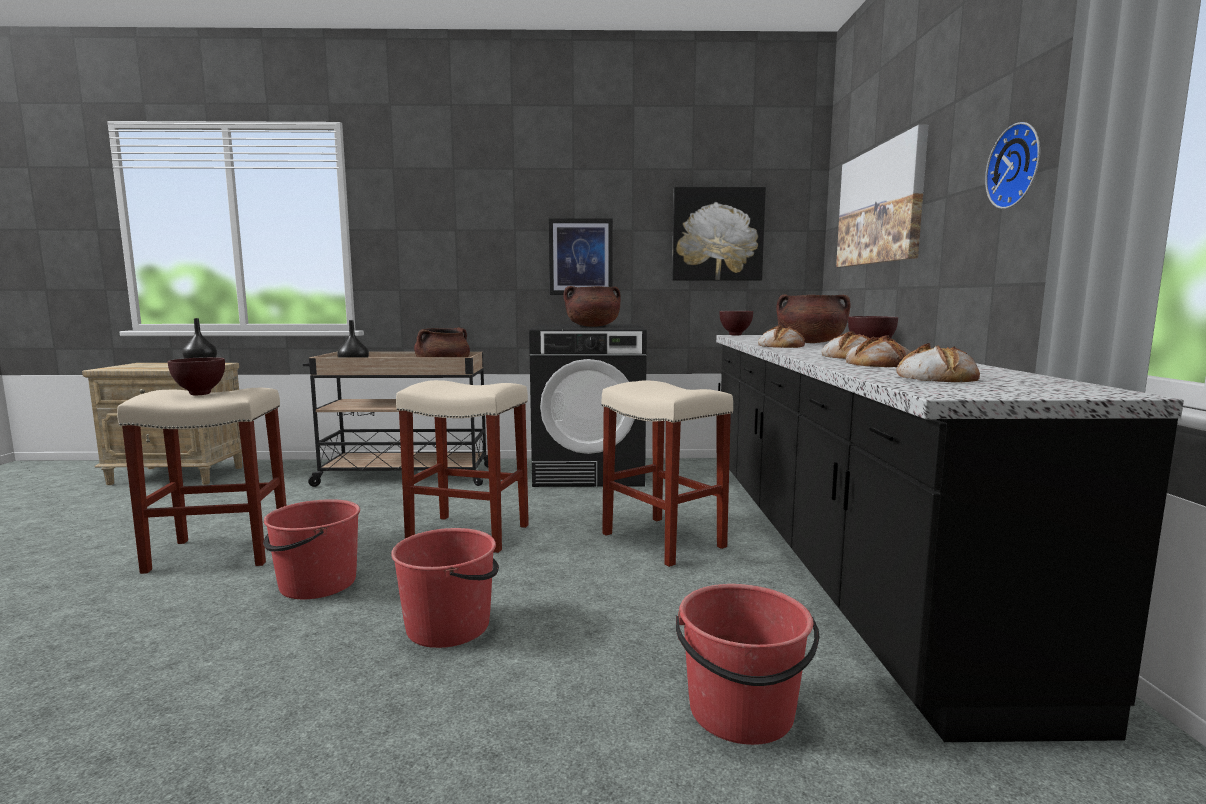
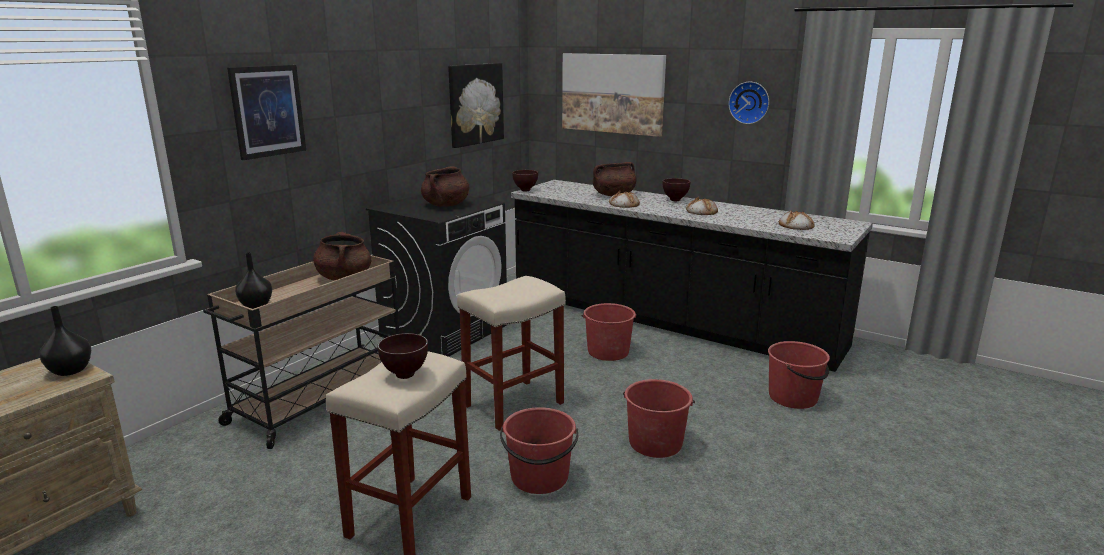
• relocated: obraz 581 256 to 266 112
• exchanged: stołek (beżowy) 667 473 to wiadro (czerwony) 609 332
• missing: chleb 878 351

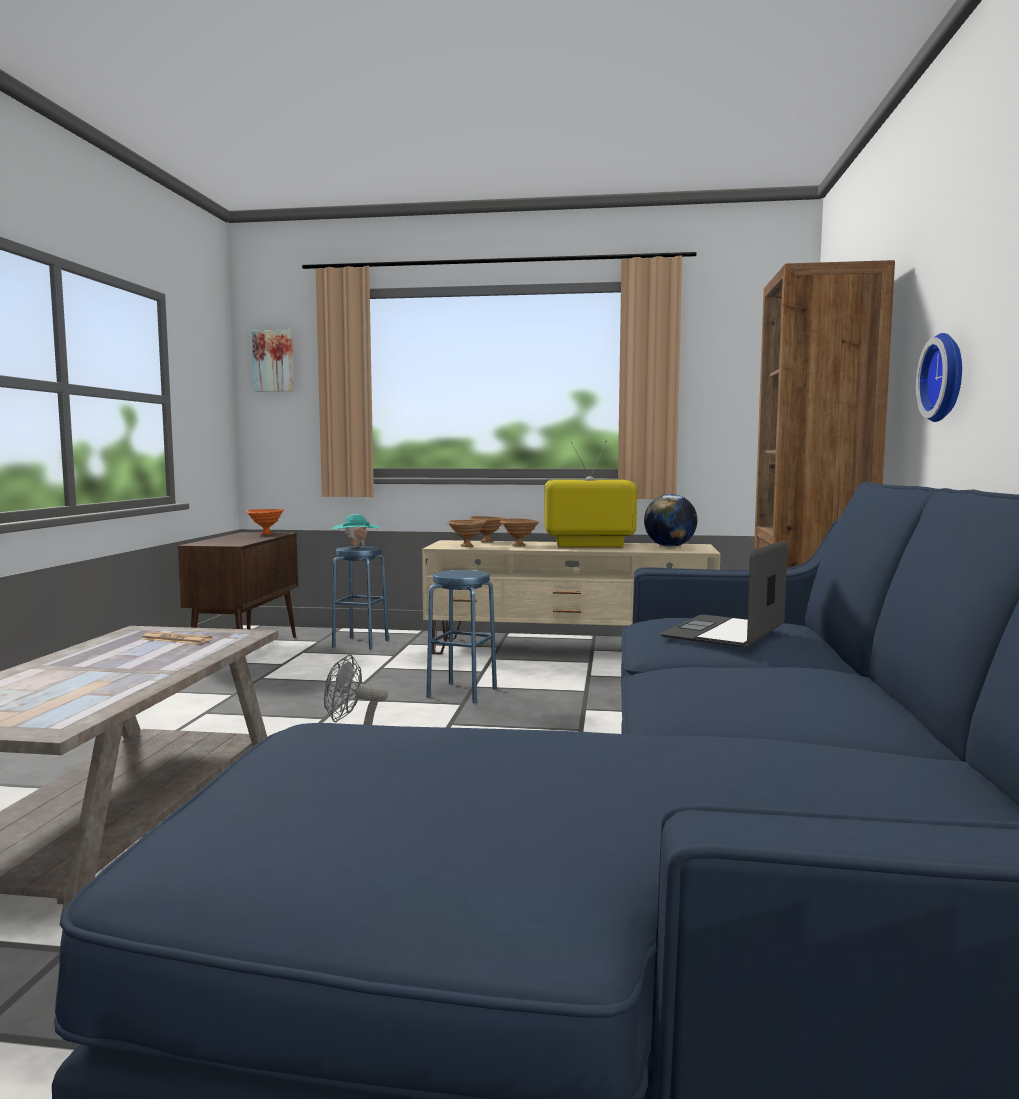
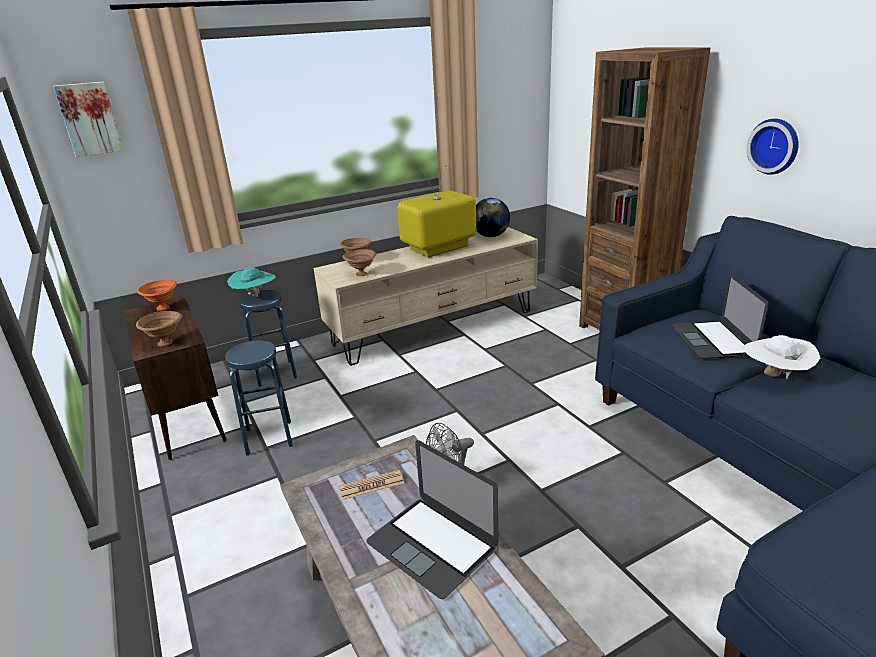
• relocated: stołek (niebieski) 461 637 to 259 398
• relocated: miska (brązowy) 520 532 to 159 329
• appeared: laptop 432 519
• appeared: kapelusz (biały) 781 357

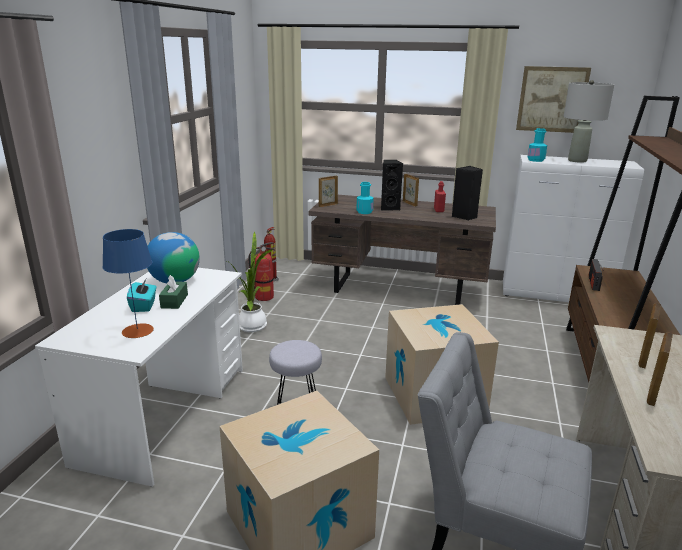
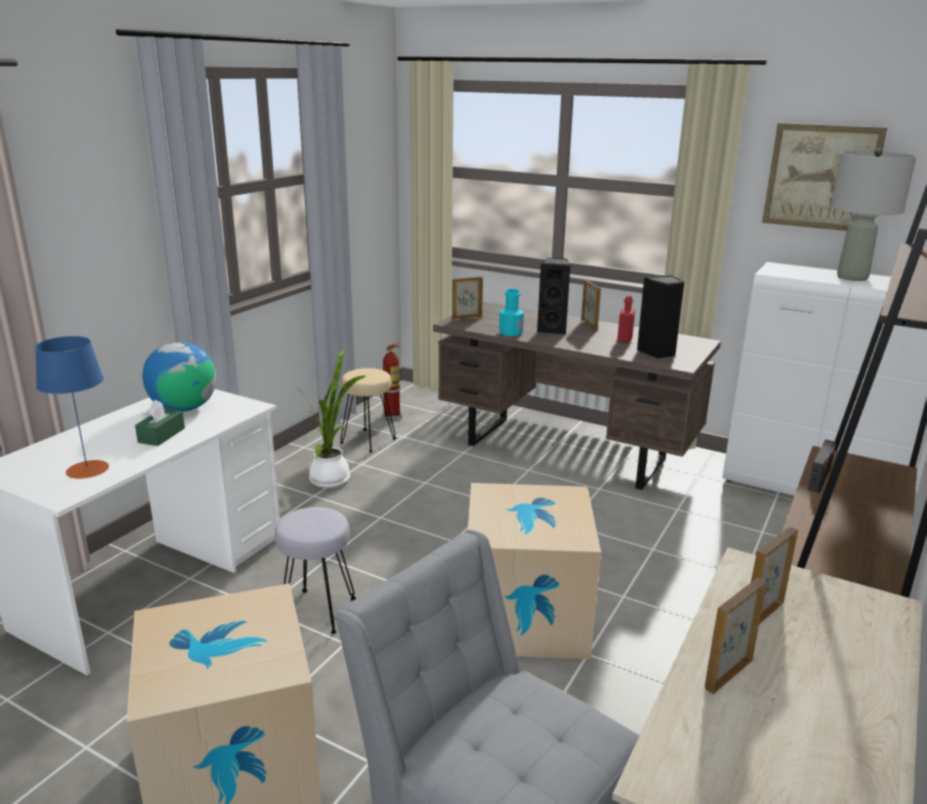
• missing: pudełko chusteczek (turkusowy) 141 295
• exchanged: gaśnica 262 271 to stołek (beżowy) 368 410
• missing: butelka (turkusowy) 537 145

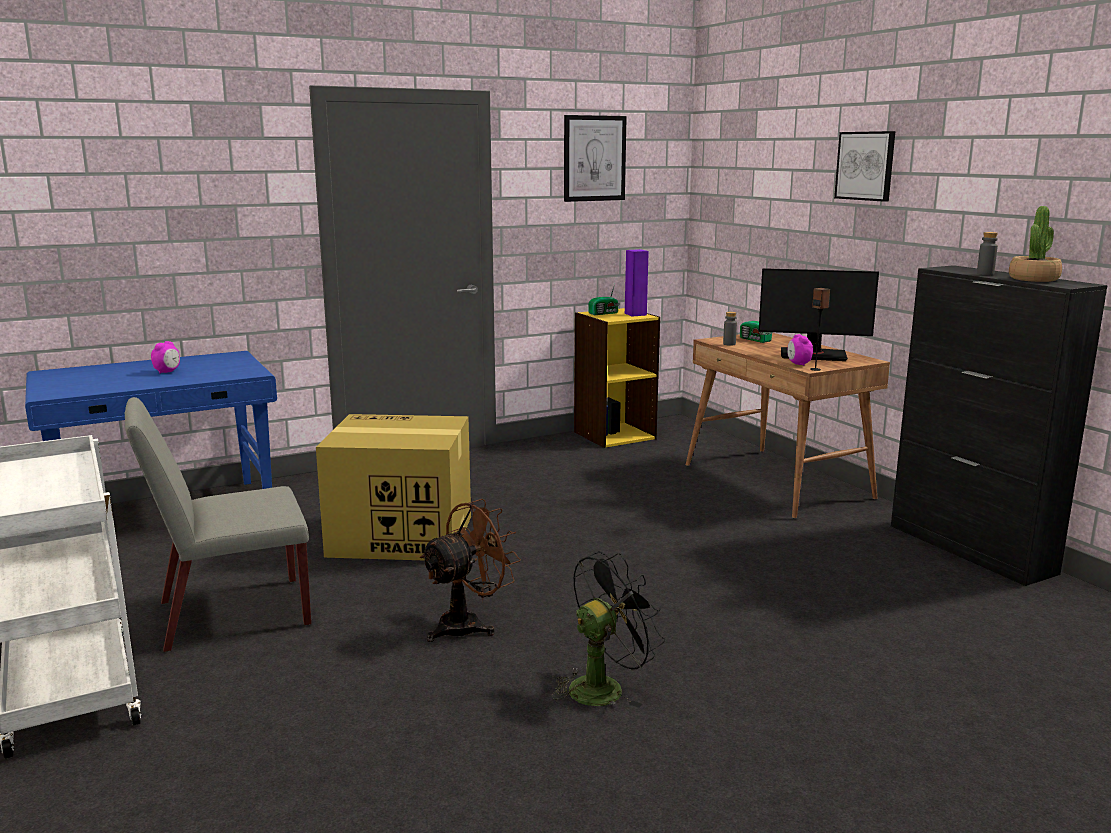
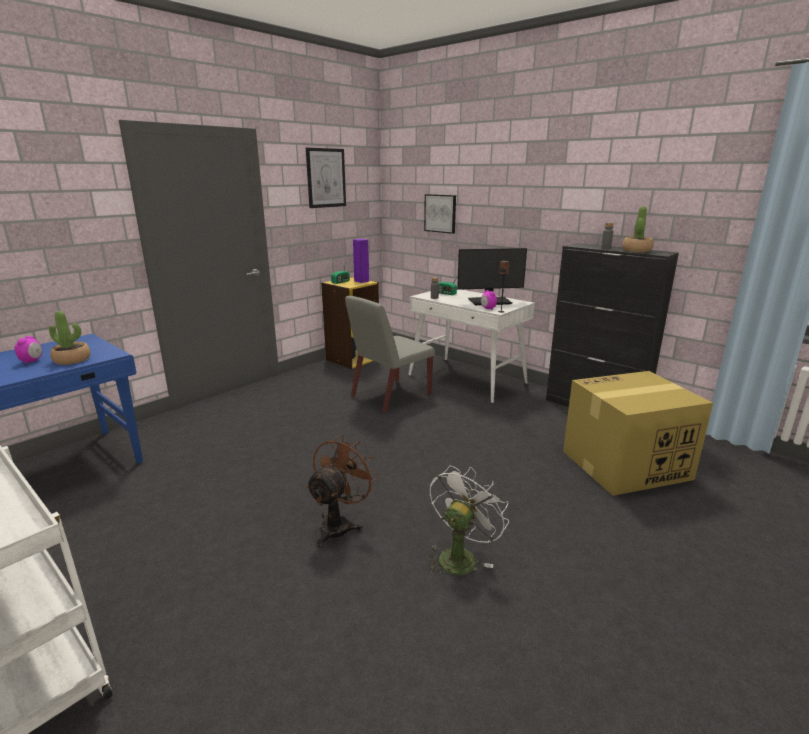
• relocated: krzesło (szary) 218 524 to 390 354
• relocated: karton 393 487 to 638 433
• colour: wentylator (czarny) 608 630 to wentylator (biały) 467 521
• colour: biurko (brązowy) 788 426 to biurko (biały) 471 346
• relocated: obraz 864 166 to 440 214
• appeared: roślina doniczkowa 69 338

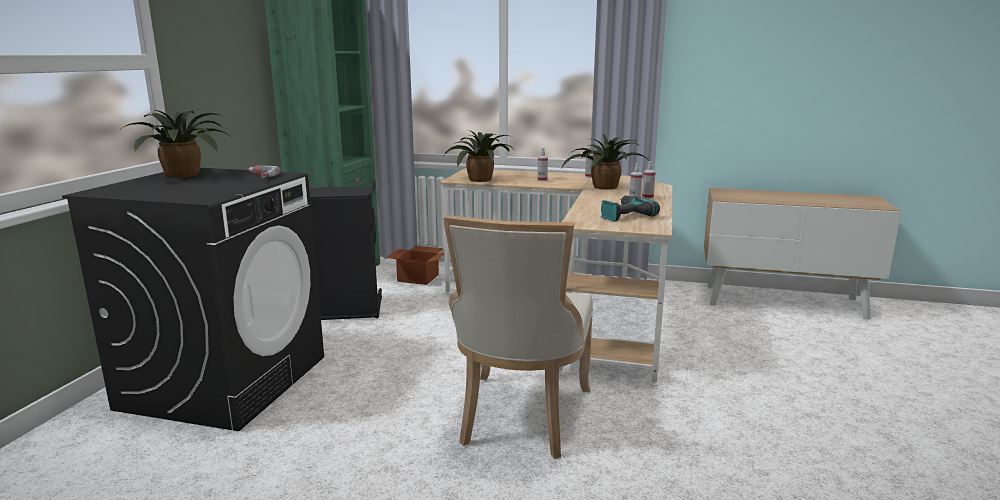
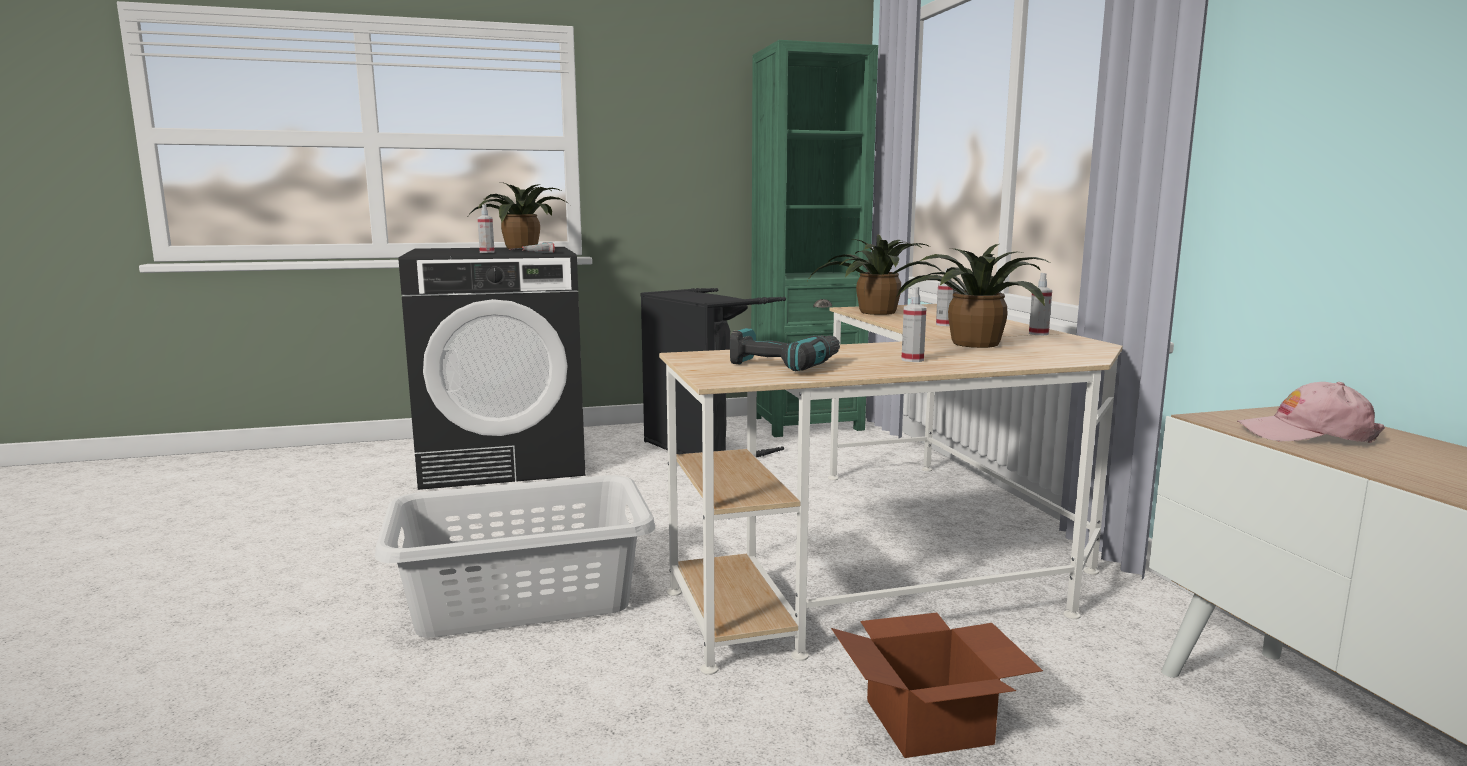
• relocated: karton 416 265 to 937 685
• exchanged: krzesło (beżowy) 518 337 to kosz na pranie (szary) 515 556
• relocated: spryskiwacz 649 180 to 486 228
• appeared: czapka z daszkiem (różowy) 1311 412

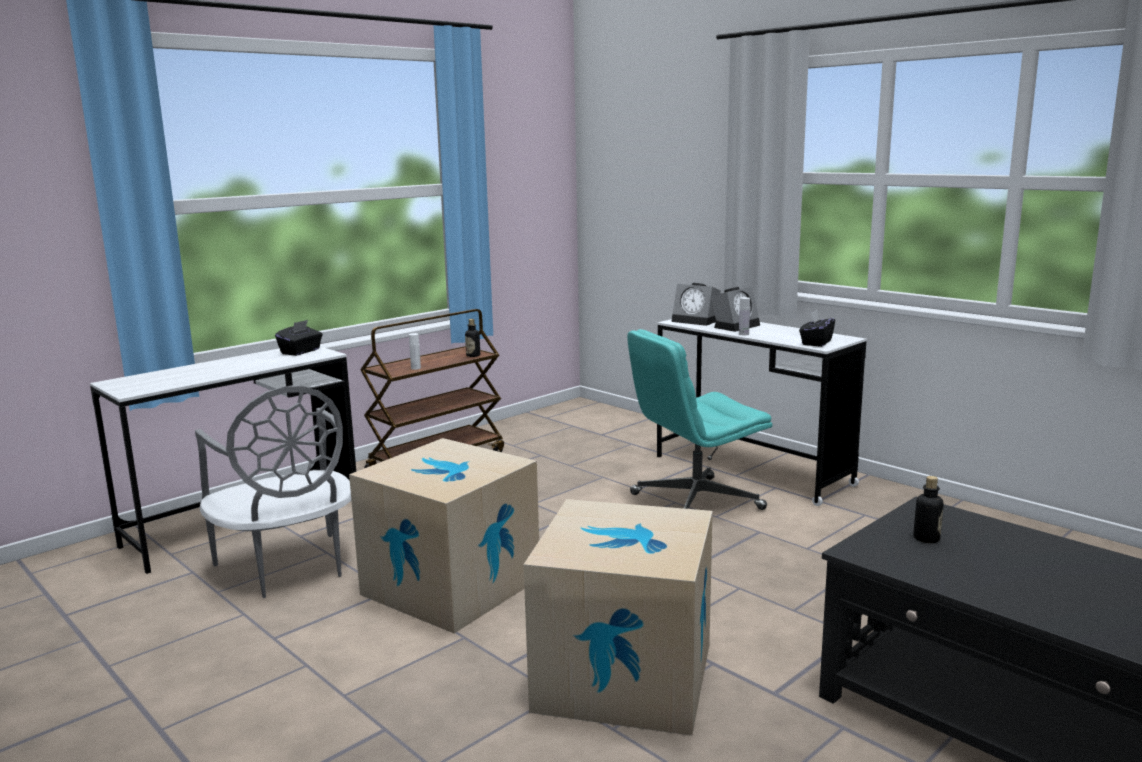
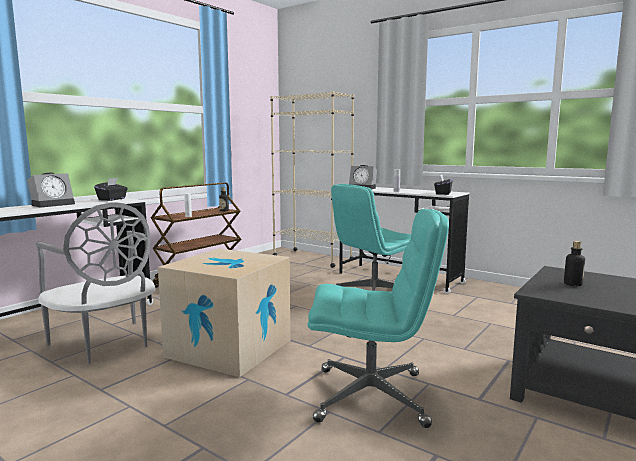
• exchanged: karton 618 617 to krzesło biurowe (turkusowy) 378 318
• relocated: budzik 735 309 to 51 190
• appeared: regał (beżowy) 312 179

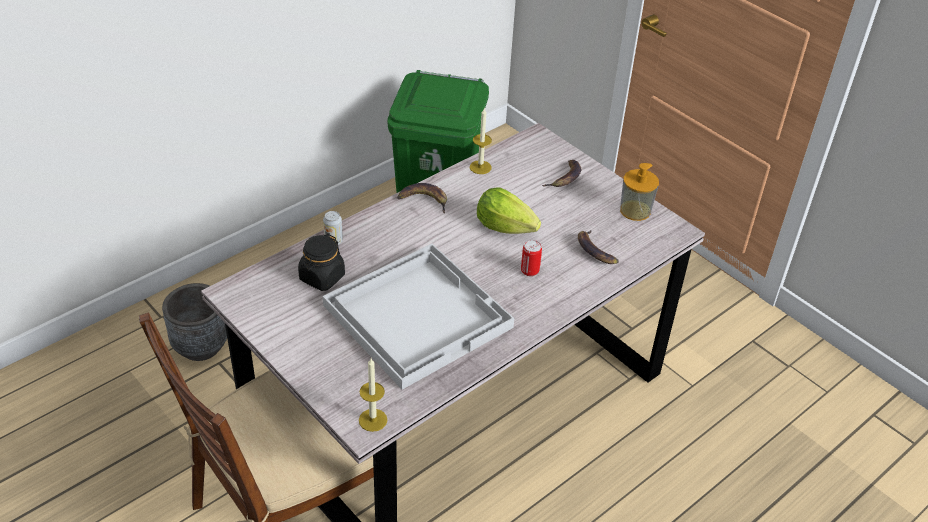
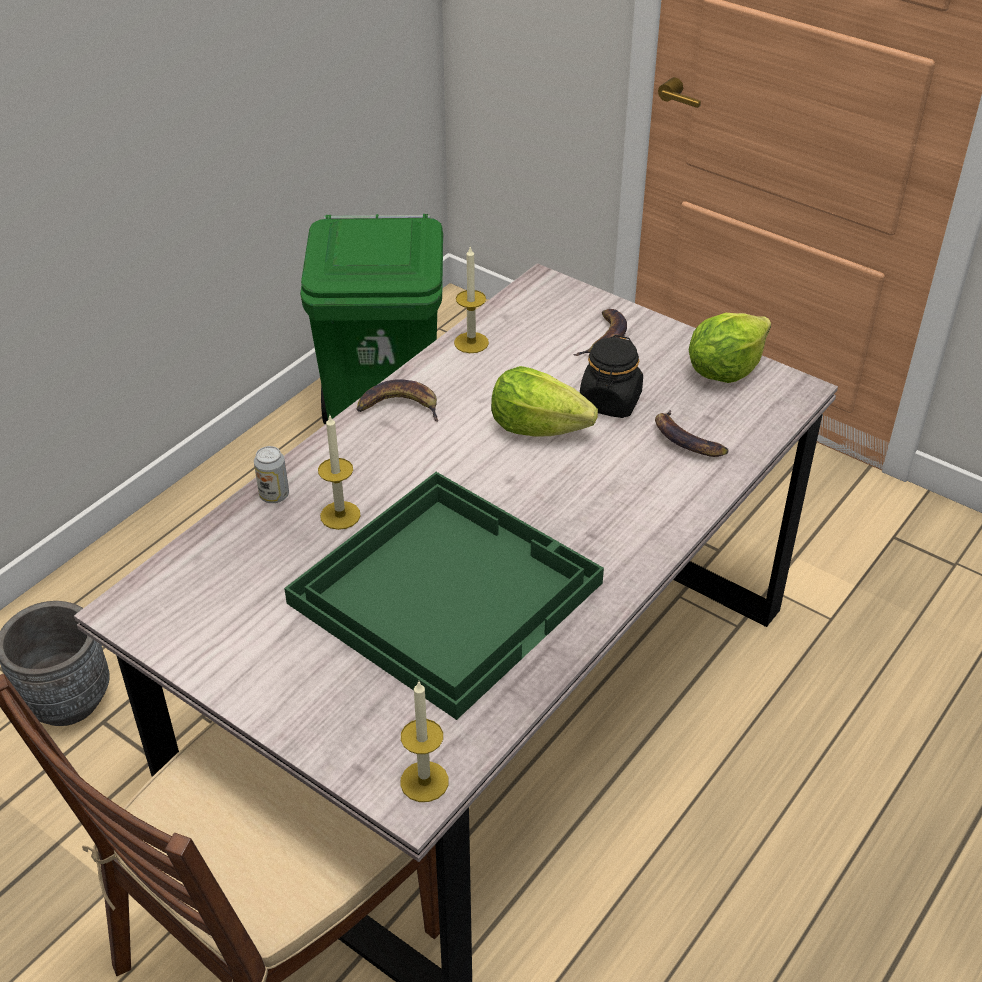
• relocated: słoik (czarny) 321 262 to 611 376
• colour: taca (biały) 418 317 to taca (zielony) 444 596
• missing: puszka 531 258
• exchanged: dozownik mydła 639 192 to sałata 729 348
• appeared: świeca 339 473

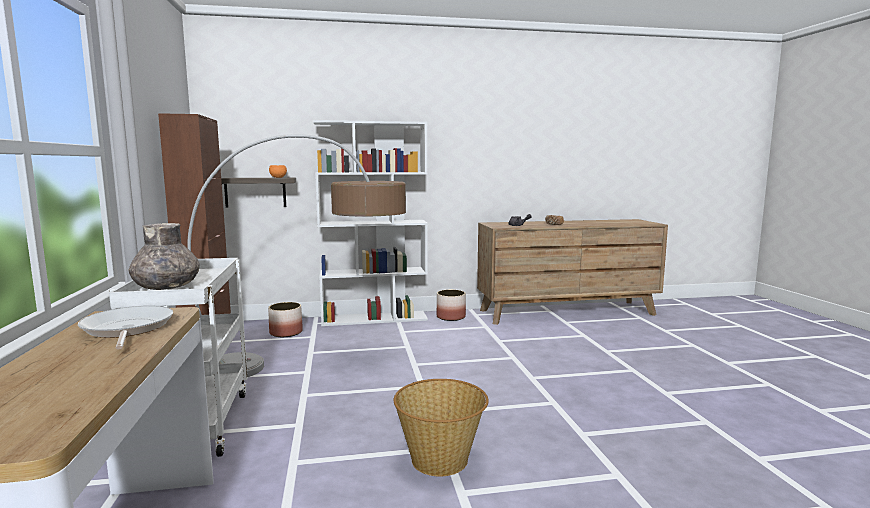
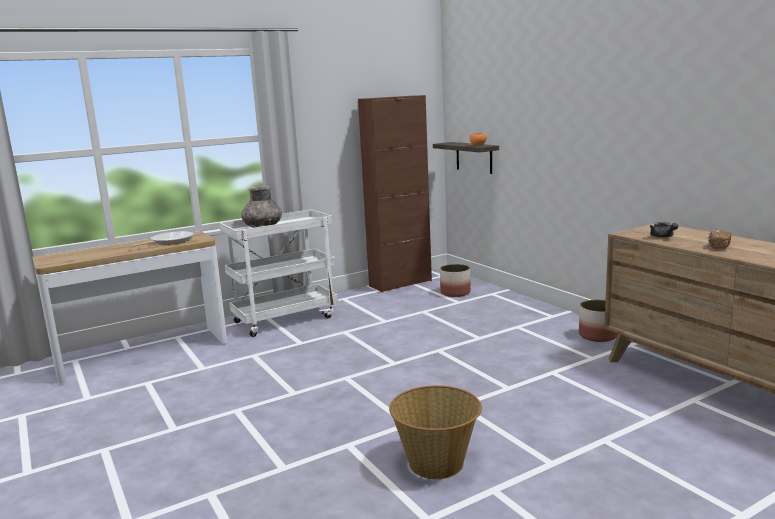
• missing: lampa stojąca 296 255
• missing: regał (biały) 370 223
• relocated: koszyk 441 428 to 435 432

